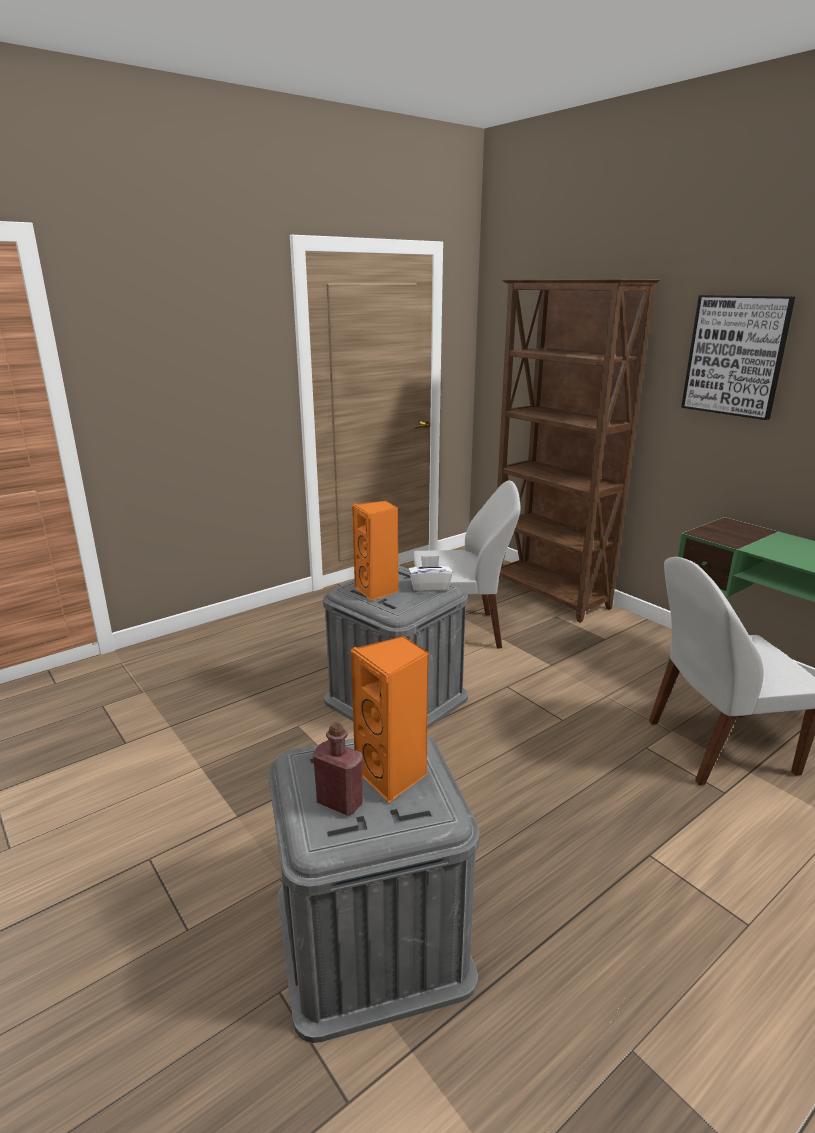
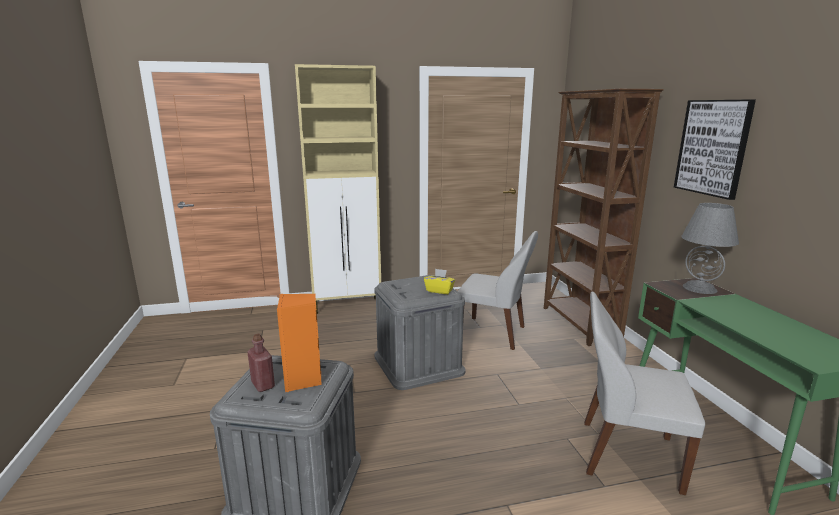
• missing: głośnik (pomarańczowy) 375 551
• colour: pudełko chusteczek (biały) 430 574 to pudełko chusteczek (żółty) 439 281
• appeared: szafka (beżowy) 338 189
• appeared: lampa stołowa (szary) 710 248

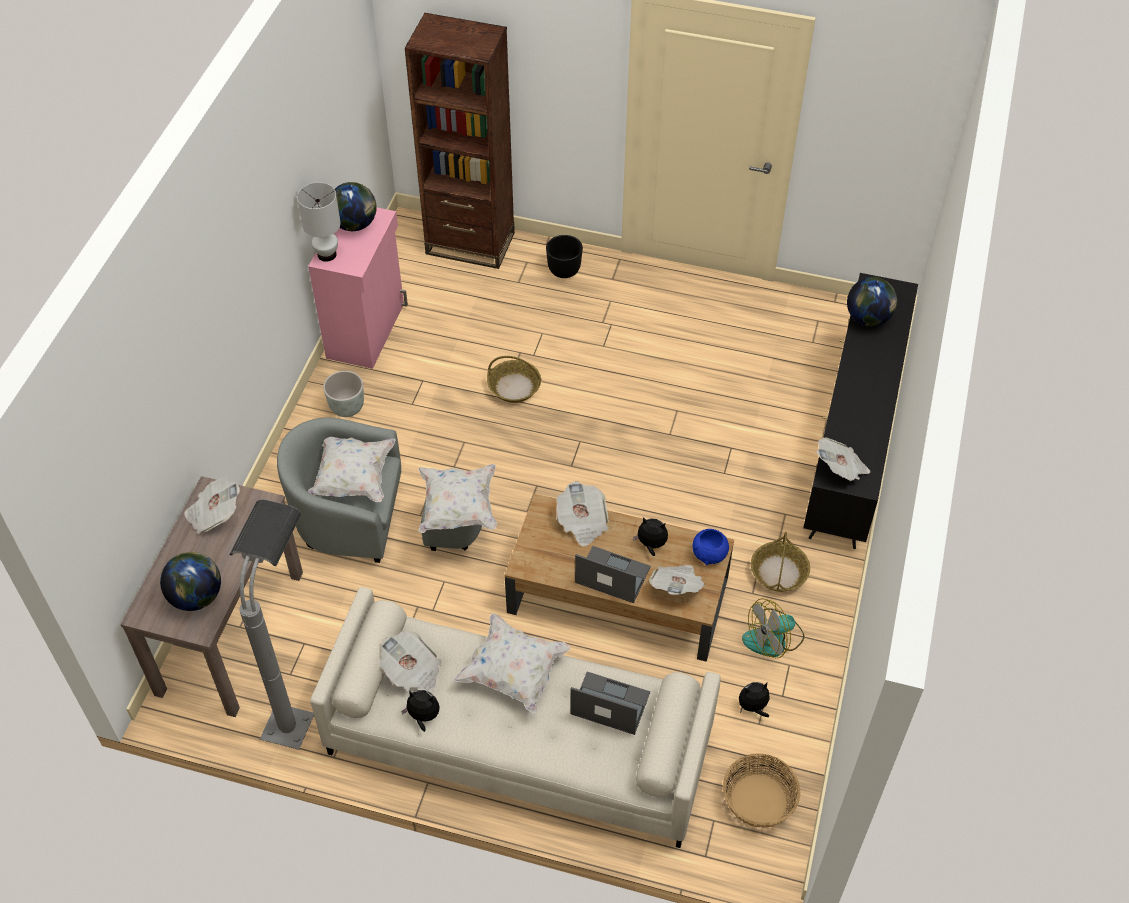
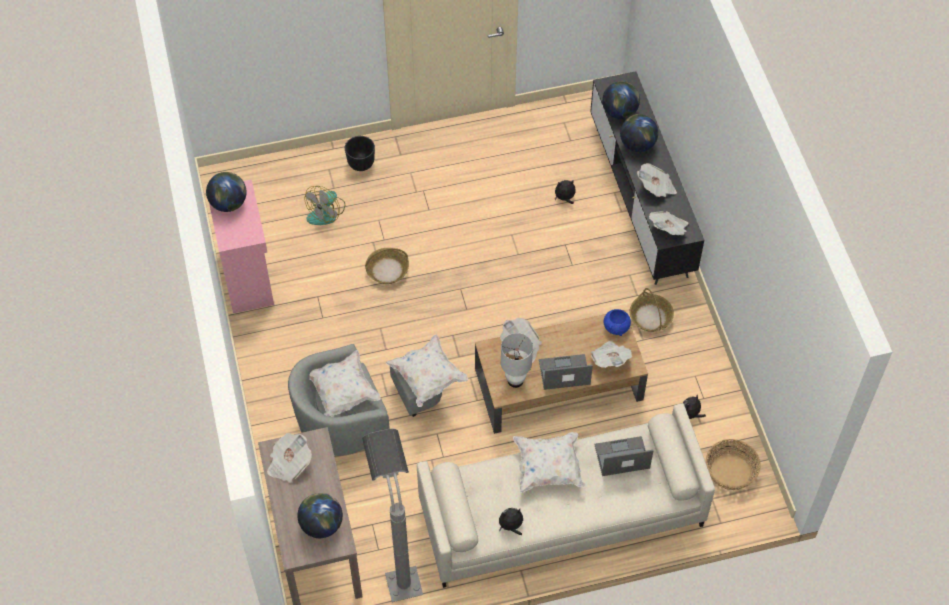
• relocated: lampa stołowa (biały) 319 222 to 517 360
• missing: donica (szary) 343 394
• relocated: gazeta 410 662 to 657 180
• missing: regał (brązowy) 460 141
• relocated: pluszak 650 536 to 565 192
• relocated: wentylator 773 628 to 324 205
• appeared: globus 639 133

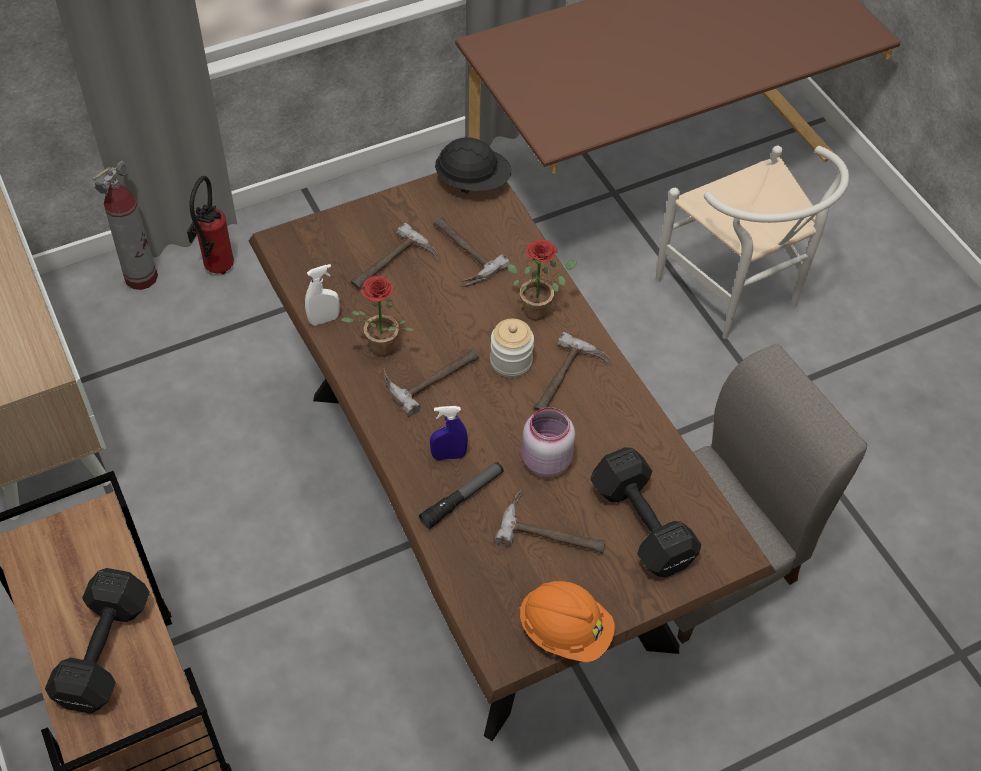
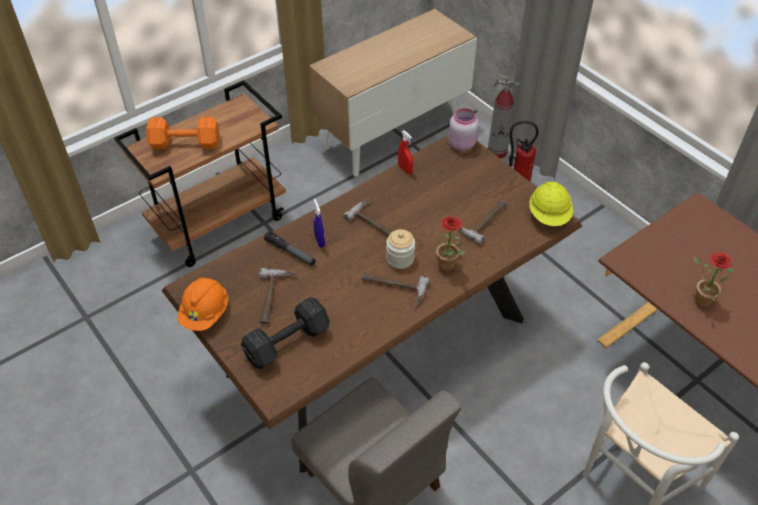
• colour: hantel (czarny) 97 641 to hantel (pomarańczowy) 182 133
• colour: spryskiwacz (biały) 322 295 to spryskiwacz (czerwony) 405 152
• relocated: roślina doniczkowa 377 316 to 713 280
• missing: młotek 394 255
• colour: kask (czarny) 473 165 to kask (żółty) 551 204
• relocated: słoik (różowy) 548 442 to 463 129

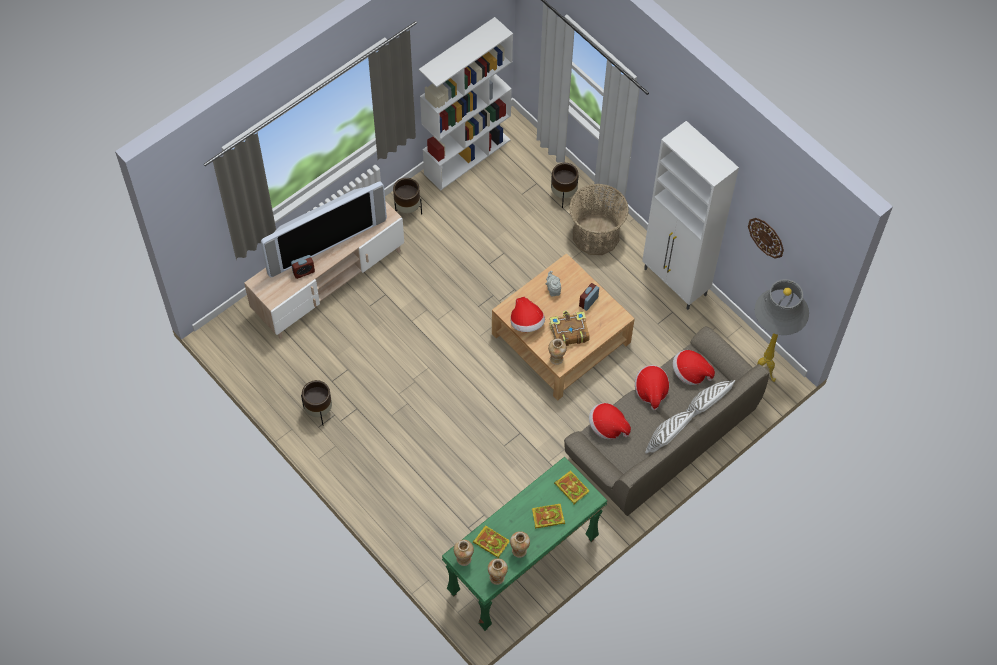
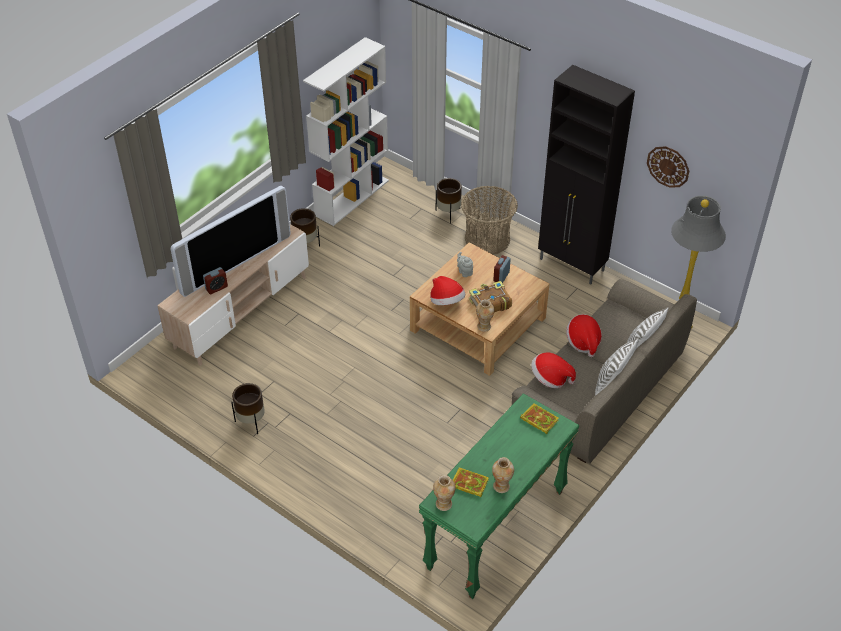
• missing: wazon 498 571
• missing: książka 548 516
• colour: szafka (biały) 690 215 to szafka (czarny) 586 175
• missing: kapelusz 694 367

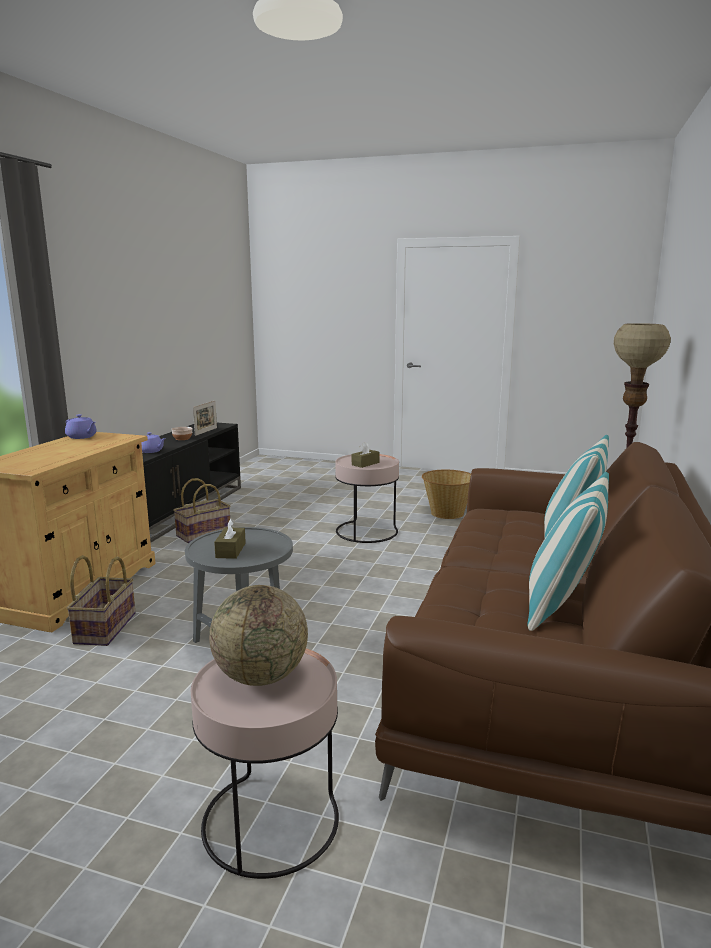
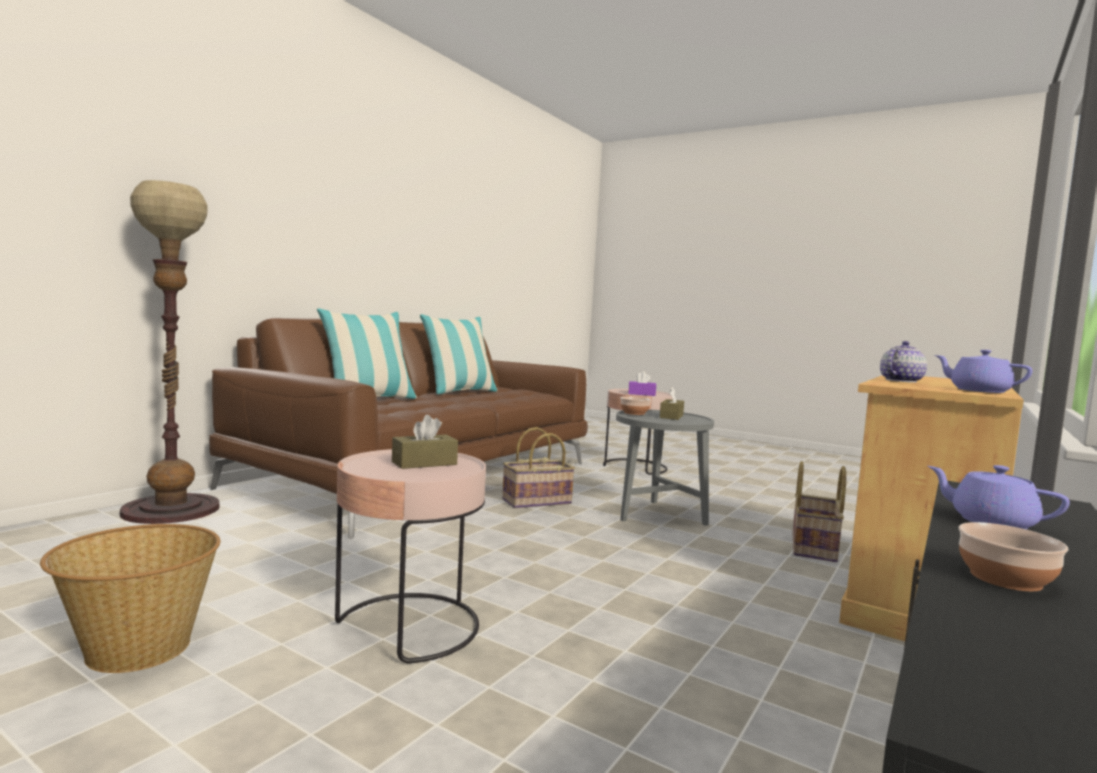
• relocated: koszyk 201 510 to 538 467
• missing: ramka na zdjęcie 205 418
• exchanged: globus 258 635 to pudełko chusteczek (fioletowy) 642 383
• appeared: miska 635 405
• appeared: imbryk 903 362

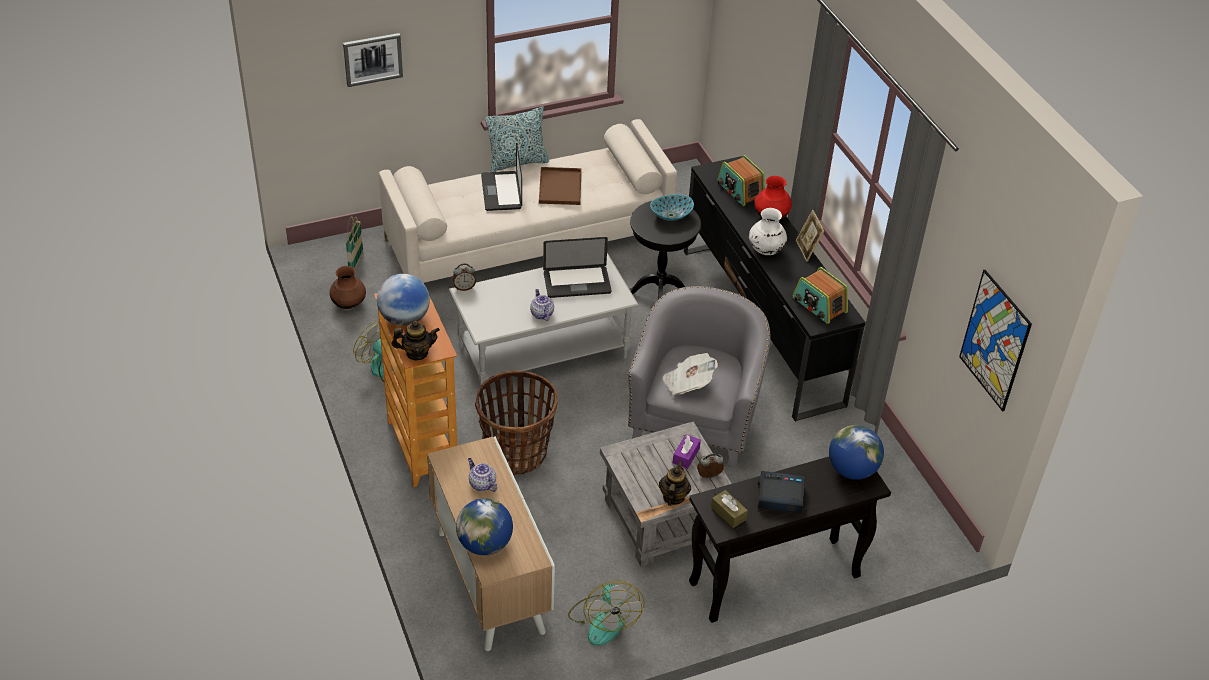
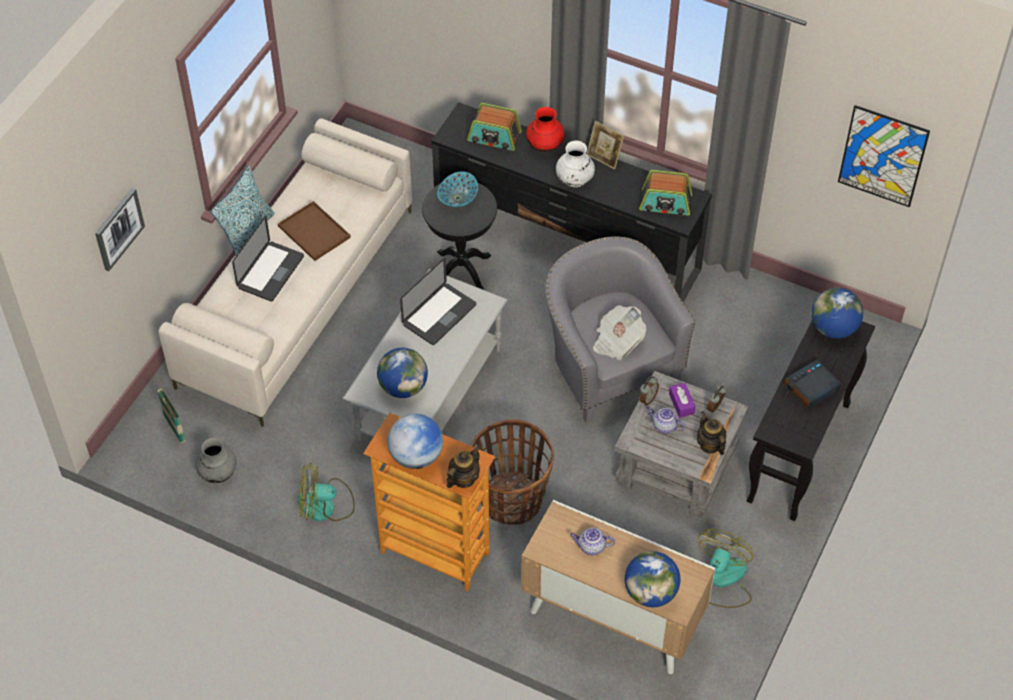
• colour: wazon (brązowy) 348 287 to wazon (szary) 216 460
• relocated: budzik 464 277 to 649 390
• spun: laptop 501 177 = 268 258 105 degrees counterclockwise
• relocated: imbryk 542 305 to 666 420
• spun: wentylator 606 613 = 725 568 105 degrees counterclockwise
• missing: pudełko chusteczek (brązowy) 729 509
• appeared: globus 402 373

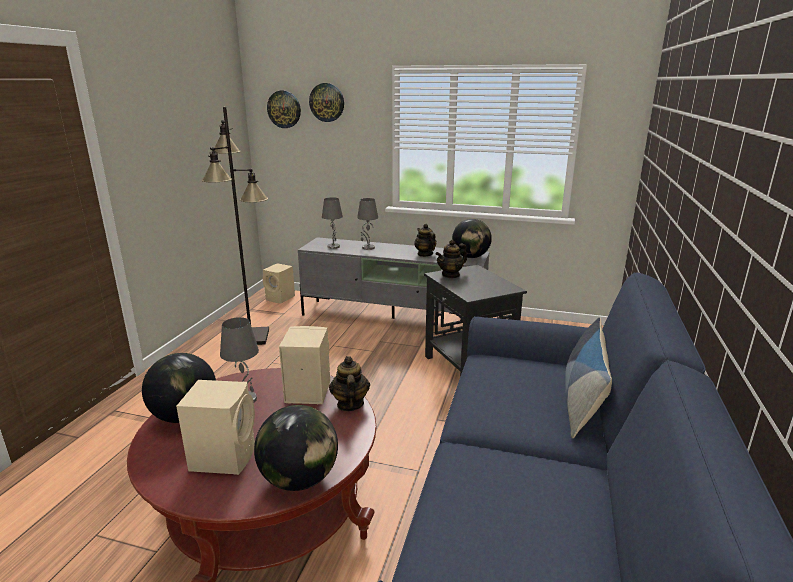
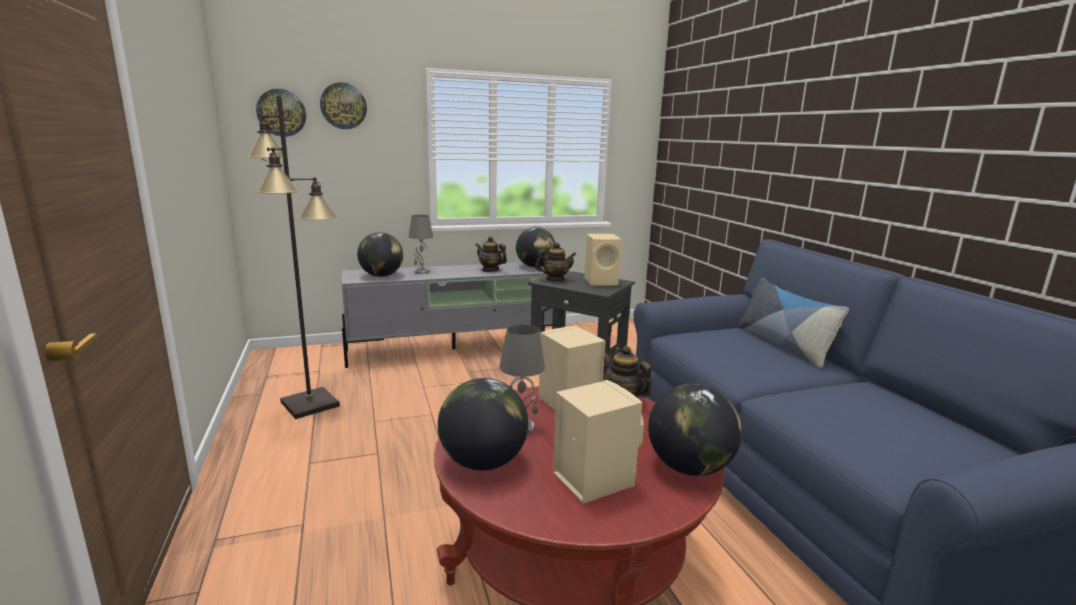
• relocated: głośnik (beżowy) 279 283 to 603 260
• exchanged: lampa stołowa (szary) 332 223 to globus 380 254
• spun: imbryk 451 259 = 556 261 120 degrees counterclockwise

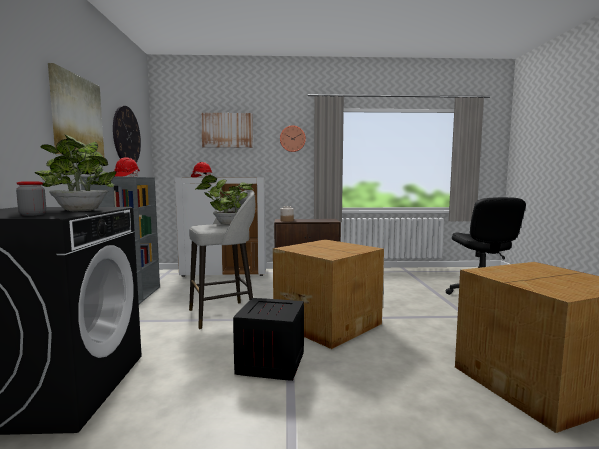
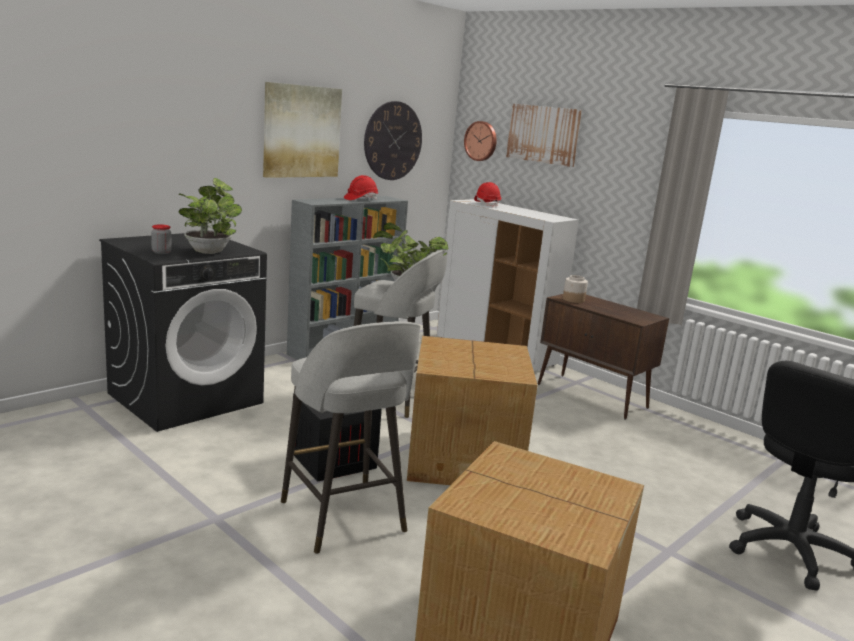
• relocated: zegar ścienny 293 138 to 480 141
• appeared: stołek (szary) 350 437

